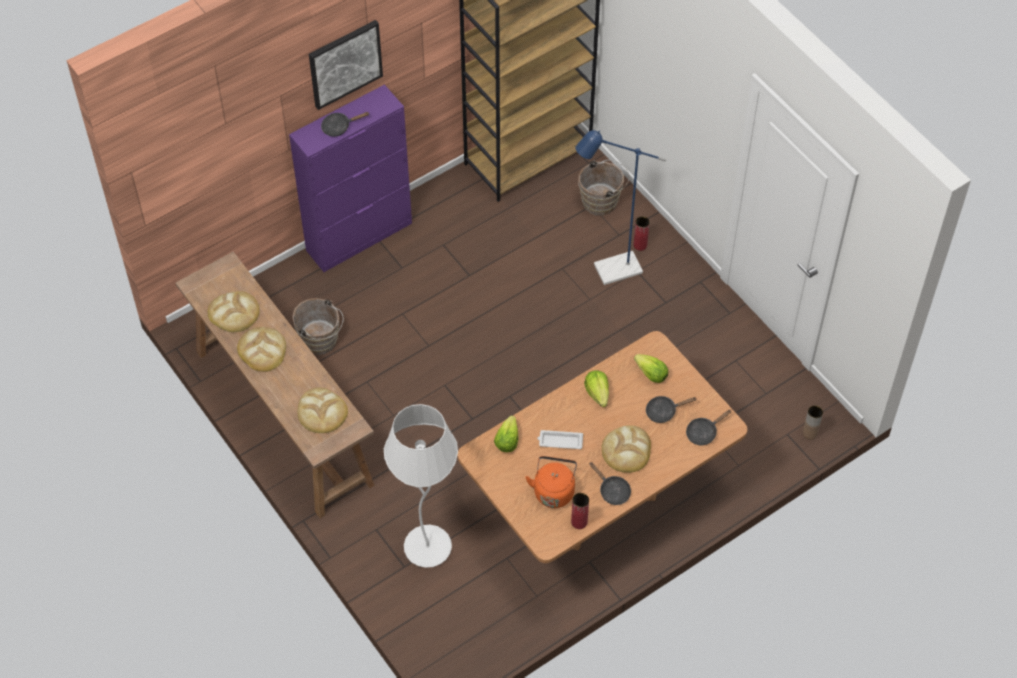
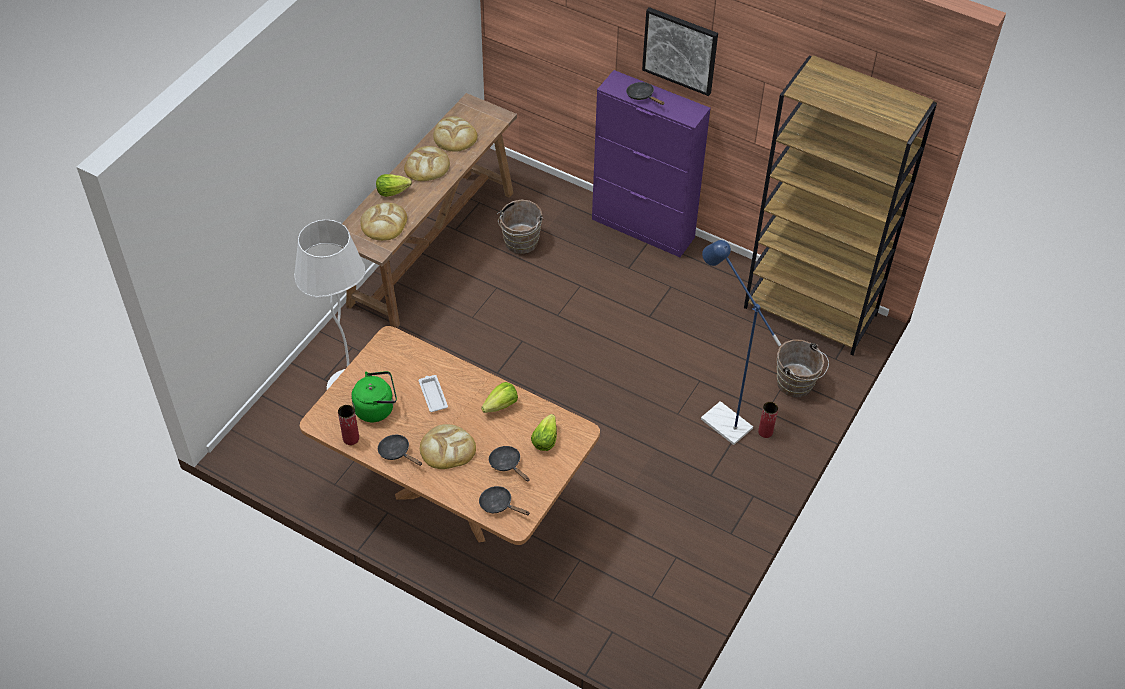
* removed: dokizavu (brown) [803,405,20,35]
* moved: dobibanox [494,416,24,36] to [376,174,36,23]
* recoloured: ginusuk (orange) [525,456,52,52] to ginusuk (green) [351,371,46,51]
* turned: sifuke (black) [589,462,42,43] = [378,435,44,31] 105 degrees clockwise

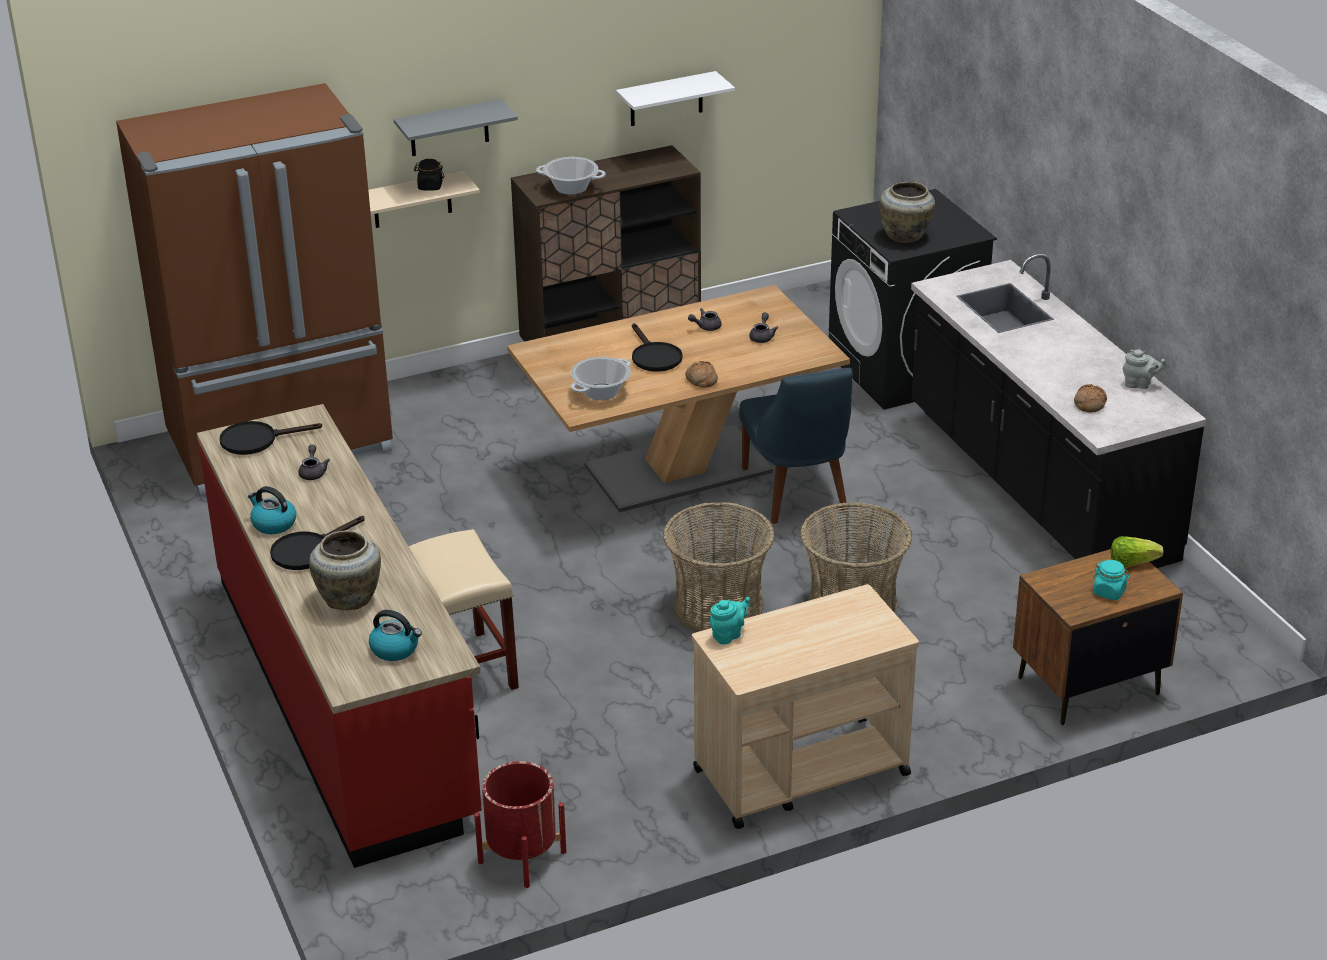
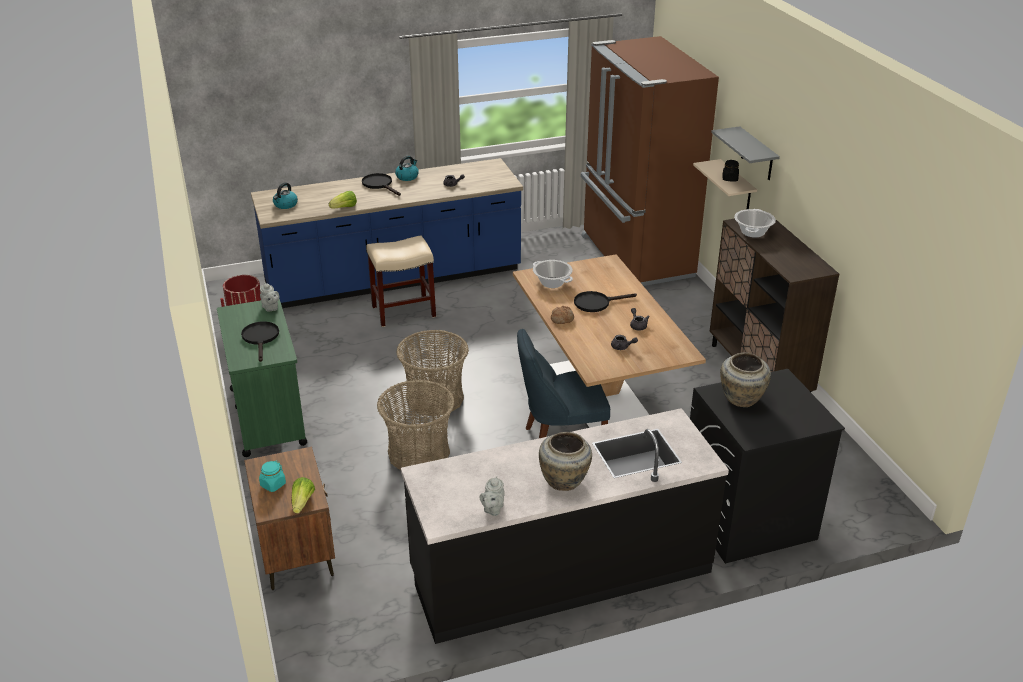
* removed: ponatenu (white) [616,71,119,55]
* removed: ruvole [1074,384,33,29]
* recoloured: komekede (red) [197,404,285,464] to komekede (blue) [251,158,272,150]
* moved: sifuke (black) [220,421,102,34] to [241,321,38,41]
* moved: dokizavu (beige) [309,531,72,79] to [539,432,53,59]
* recoloured: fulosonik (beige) [692,584,227,245] to fulosonik (green) [217,299,91,158]
* recoloured: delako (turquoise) [710,597,40,48] to delako (grey) [260,283,19,29]
* added: dobibanox [329,191,28,17]

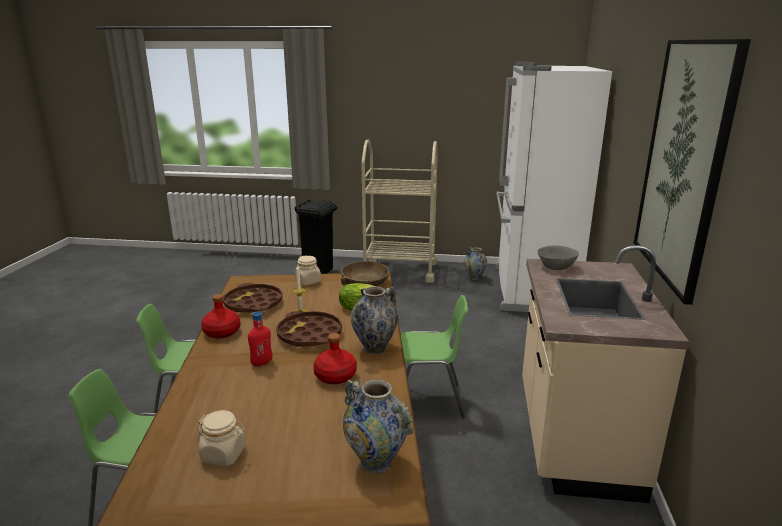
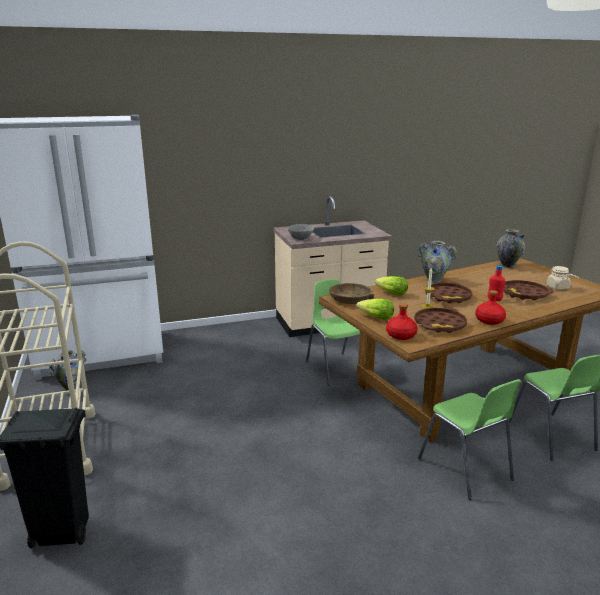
* removed: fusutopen [634,39,117,266]
* replaced: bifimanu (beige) [295,256,26,29] to dobibanox [357,298,37,22]
* moved: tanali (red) [313,333,44,51] to [386,303,32,37]
* added: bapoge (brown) [503,280,51,20]

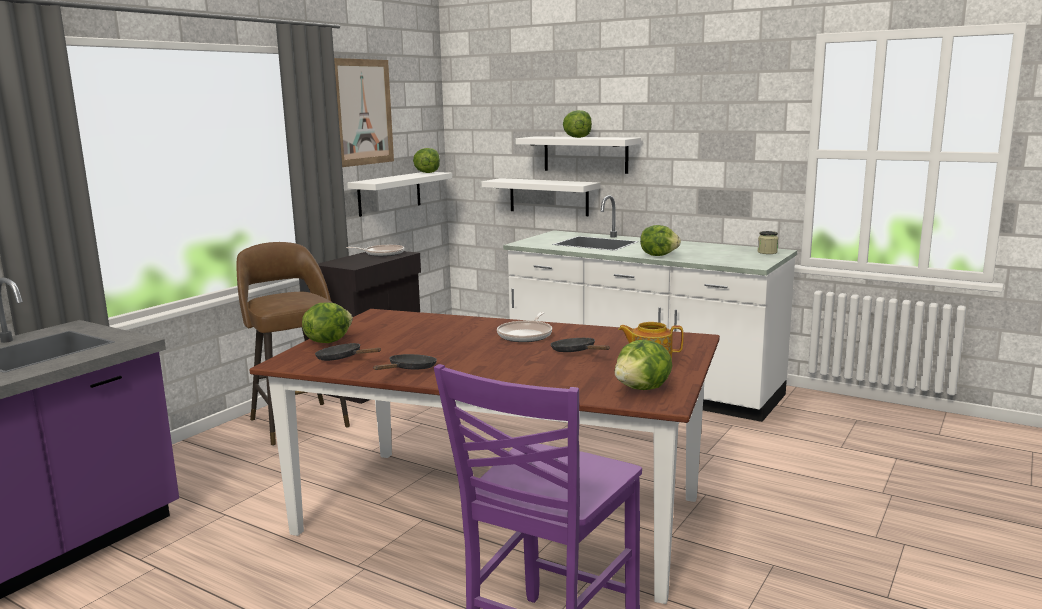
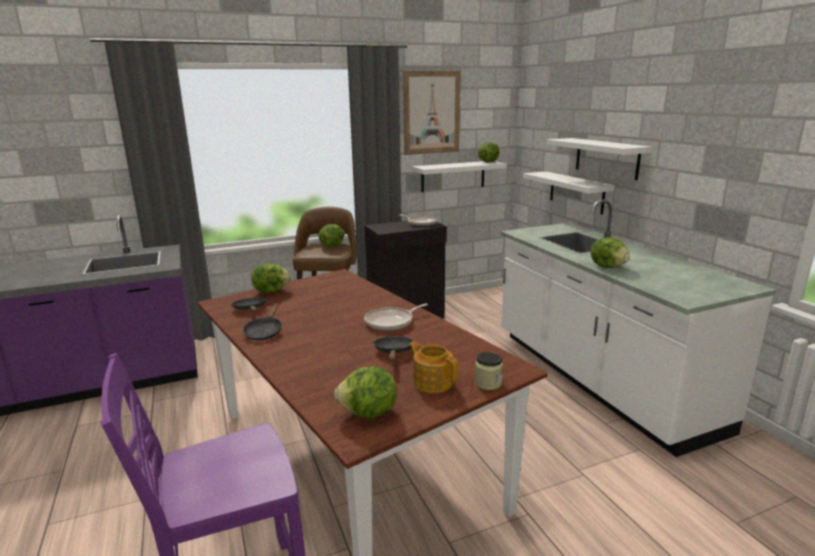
* moved: dobibanox [563,110,29,28] to [318,224,27,23]
* moved: bifimanu [758,231,20,23] to [475,352,28,38]
* turned: sifuke (black) [373,354,64,16] = [243,303,39,38] 120 degrees clockwise

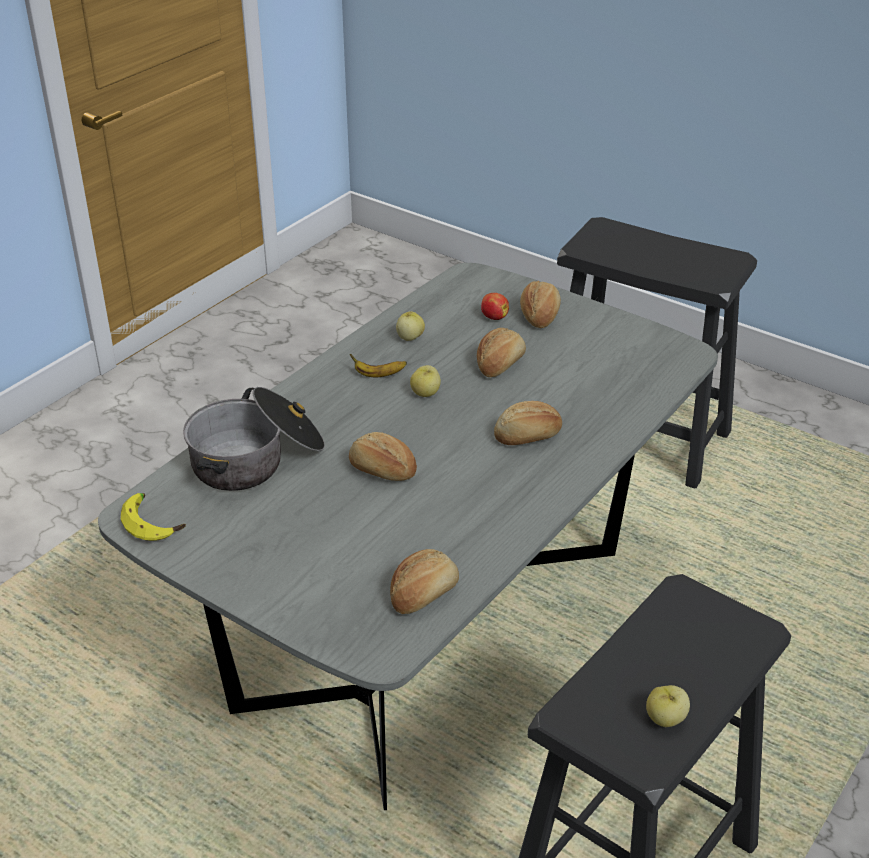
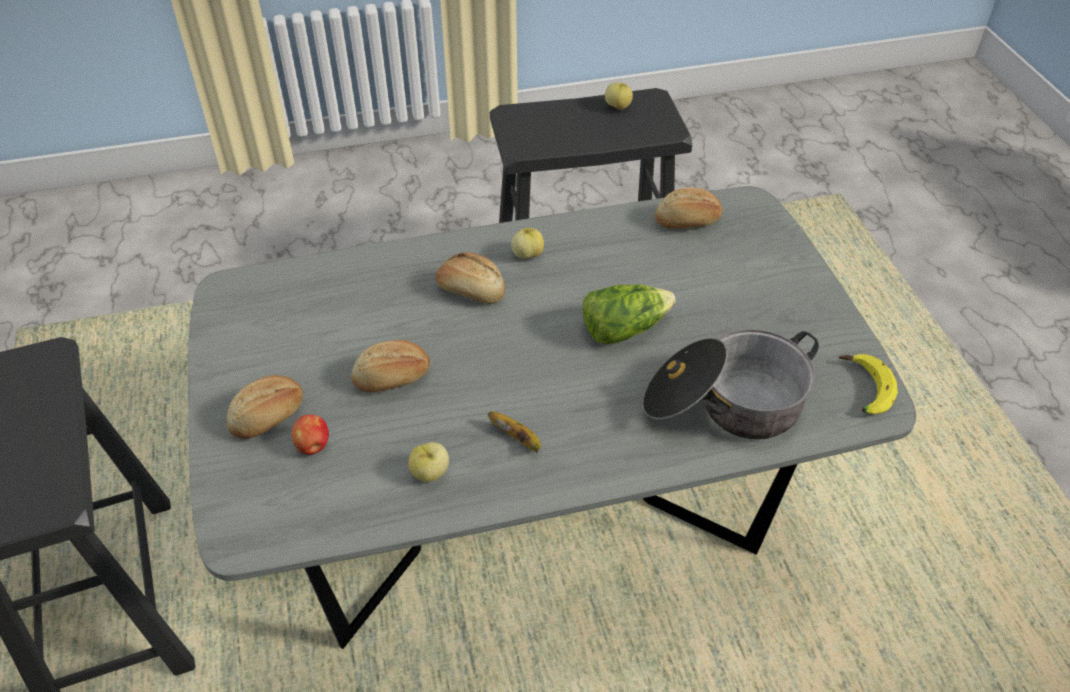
* moved: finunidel [410,365,31,32] to [511,228,33,31]
* replaced: ruvole [349,432,68,49] to dobibanox [583,284,93,60]

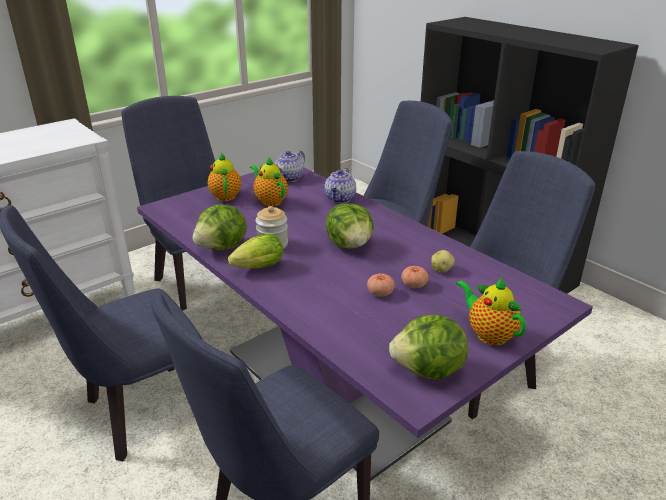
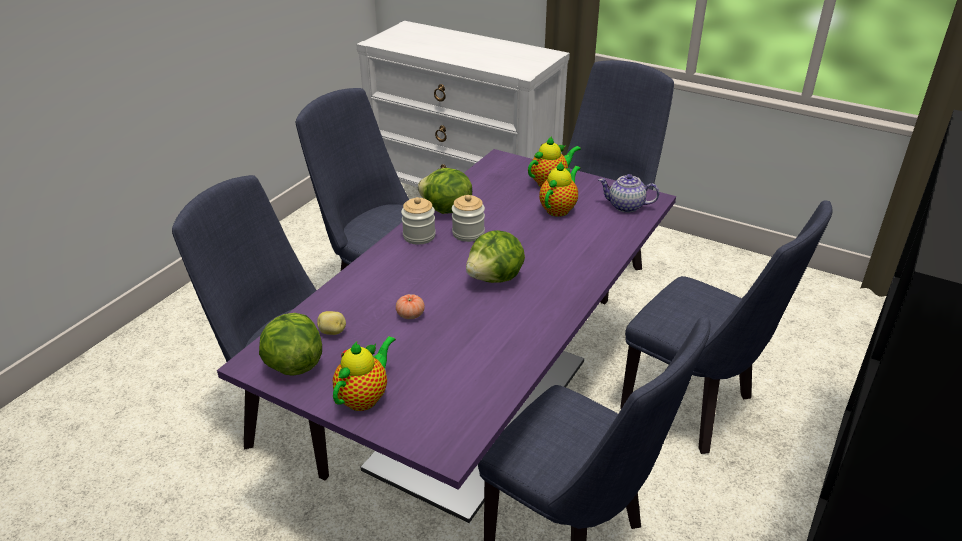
* removed: delako [324,168,32,35]
* replaced: dobibanox [228,234,55,34] to bifimanu [401,197,35,48]
* moved: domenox [431,250,24,23] to [317,311,29,24]
* removed: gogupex [401,266,27,22]

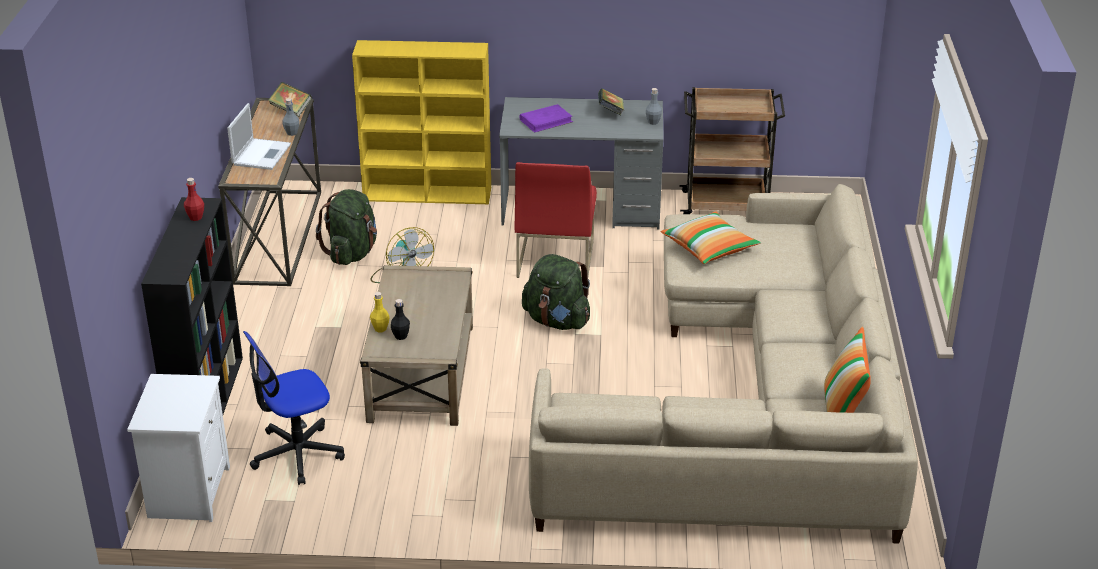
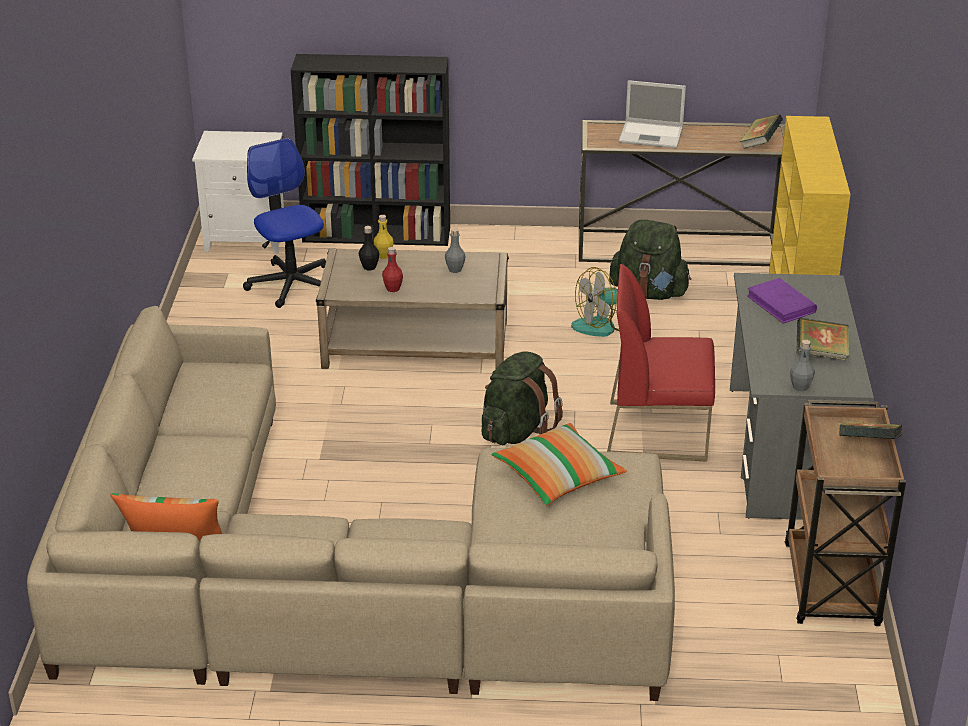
* moved: tanali (grey) [282,98,17,38] to [445,228,21,45]
* moved: tanali (red) [184,178,20,43] to [382,247,21,45]
* added: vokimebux [839,421,63,18]

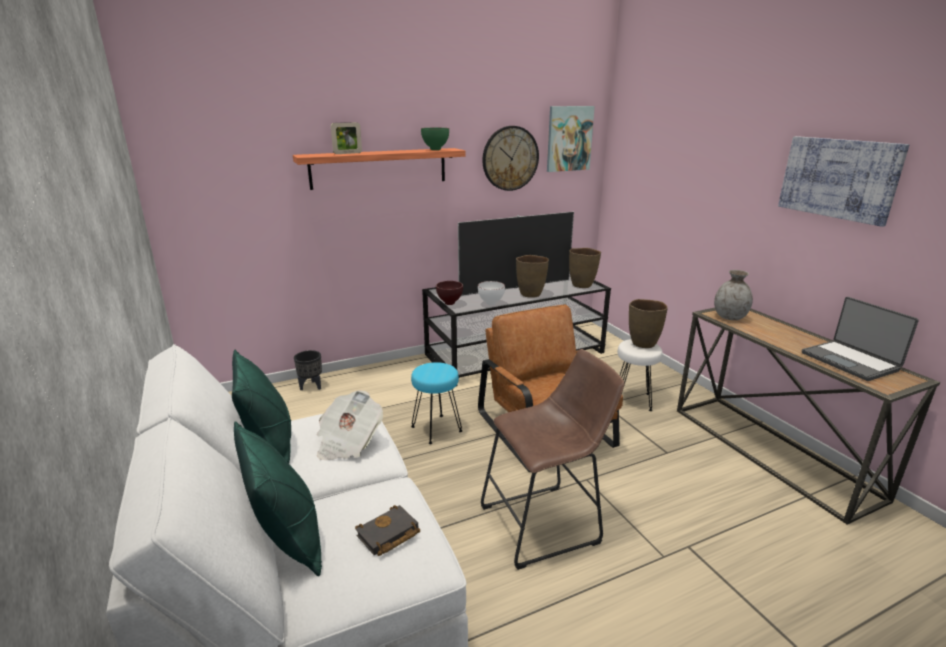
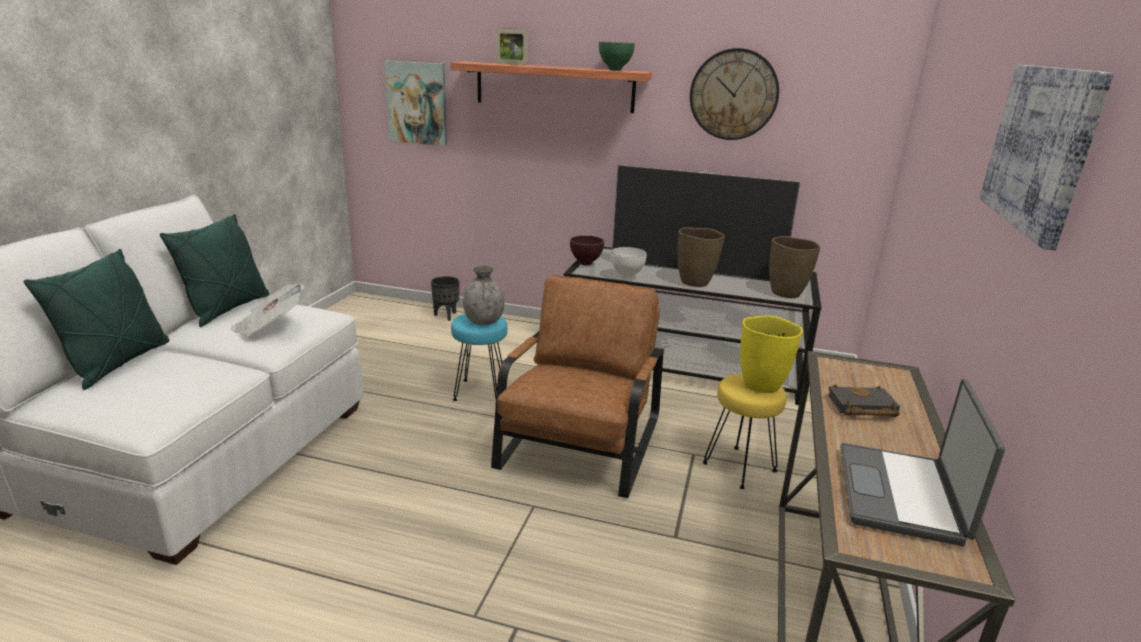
* moved: fusutopen [547,106,48,66] to [384,61,63,85]
* moved: dokizavu (grey) [714,270,39,50] to [463,265,41,60]
* recoloured: dokizavu (brown) [629,299,39,49] to dokizavu (yellow) [740,316,63,77]
* recoloured: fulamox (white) [618,339,44,72] to fulamox (yellow) [703,374,83,115]
* removed: fulamox (brown) [481,349,143,221]
* moved: vokimebux (black) [355,505,65,51] to [827,384,73,33]

